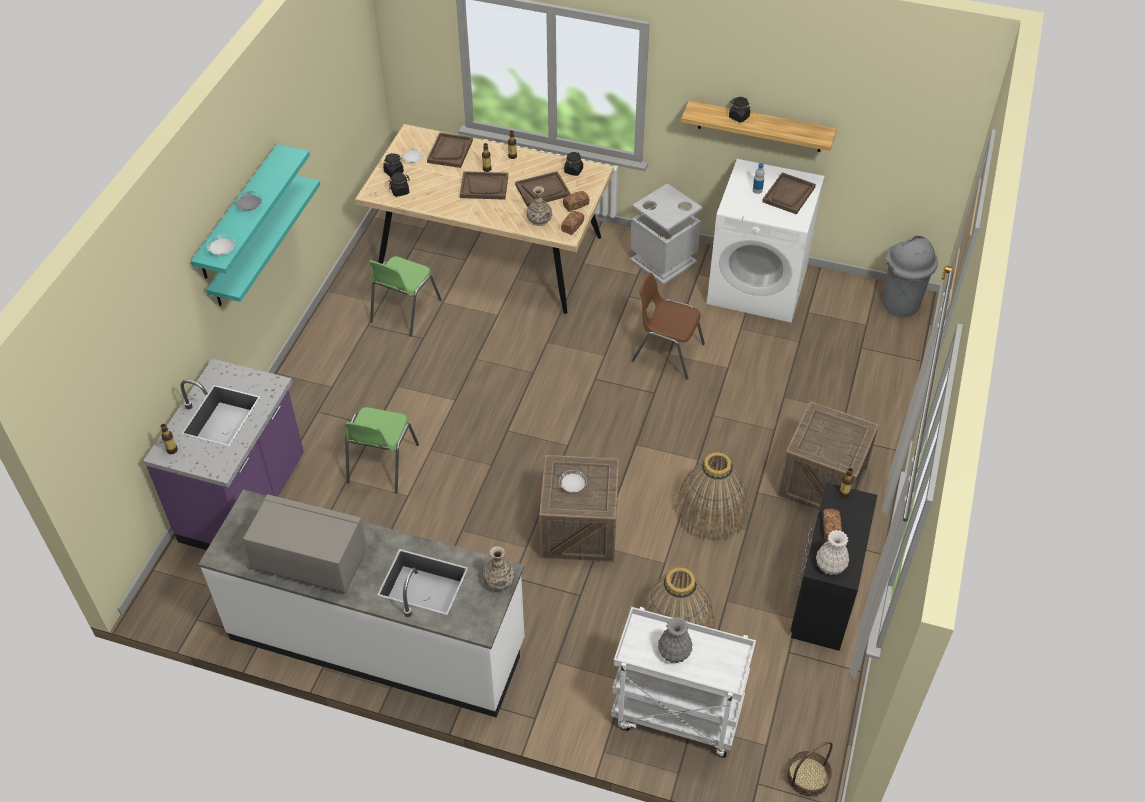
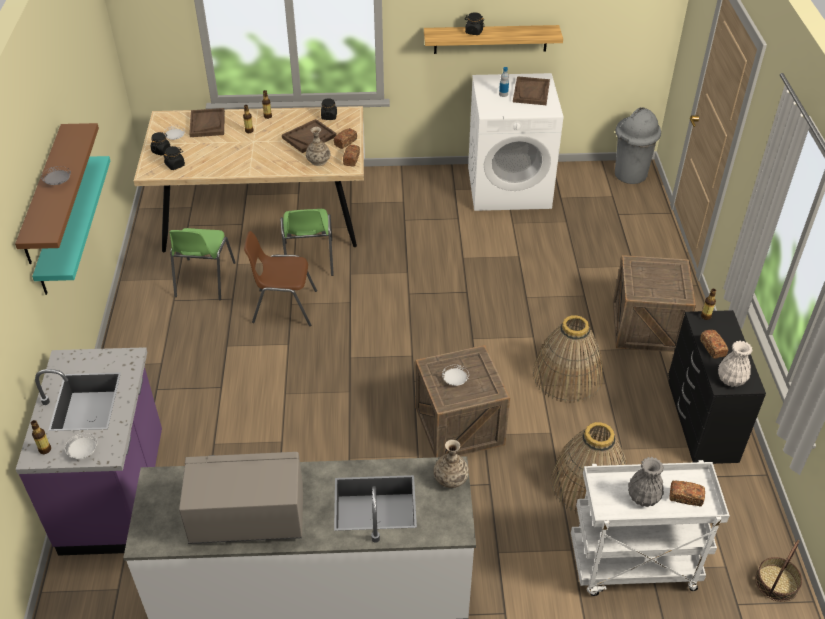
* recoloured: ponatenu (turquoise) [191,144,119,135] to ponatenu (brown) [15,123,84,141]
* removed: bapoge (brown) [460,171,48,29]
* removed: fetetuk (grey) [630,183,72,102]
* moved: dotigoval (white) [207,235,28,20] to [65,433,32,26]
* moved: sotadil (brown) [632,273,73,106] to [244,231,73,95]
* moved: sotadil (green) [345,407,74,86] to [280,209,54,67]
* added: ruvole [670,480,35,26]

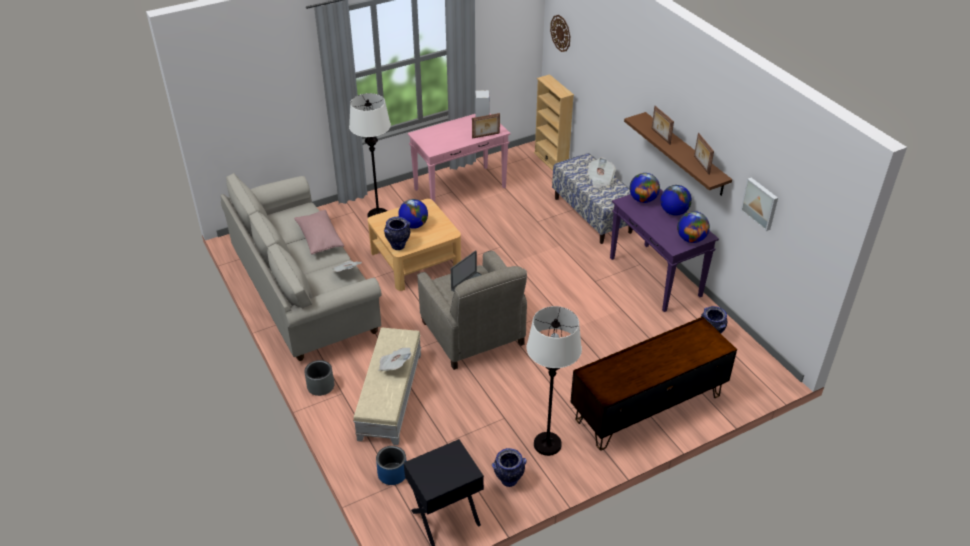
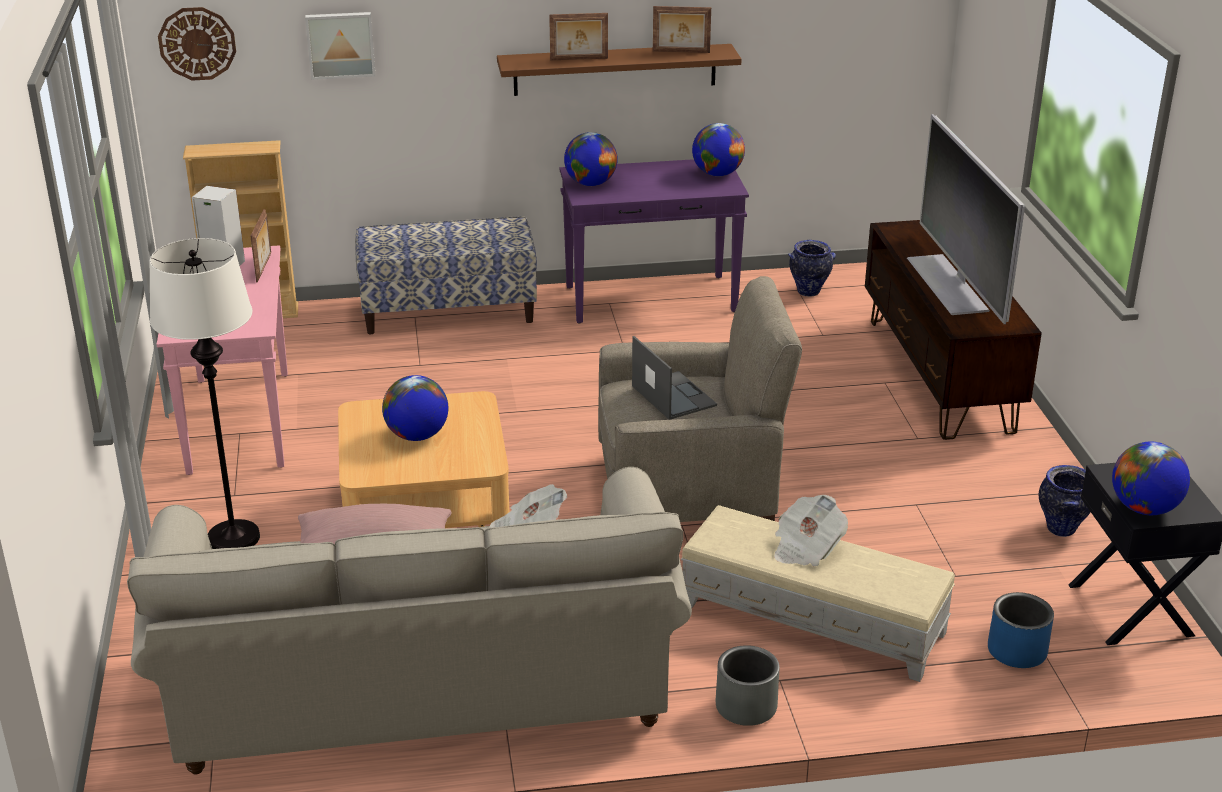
* removed: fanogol [587,158,29,30]
* moved: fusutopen [741,178,37,53] to [305,12,71,68]
* moved: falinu [660,185,32,31] to [1112,442,78,73]
* removed: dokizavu [384,217,26,33]
* removed: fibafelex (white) [526,306,56,150]
* added: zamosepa [907,114,118,210]

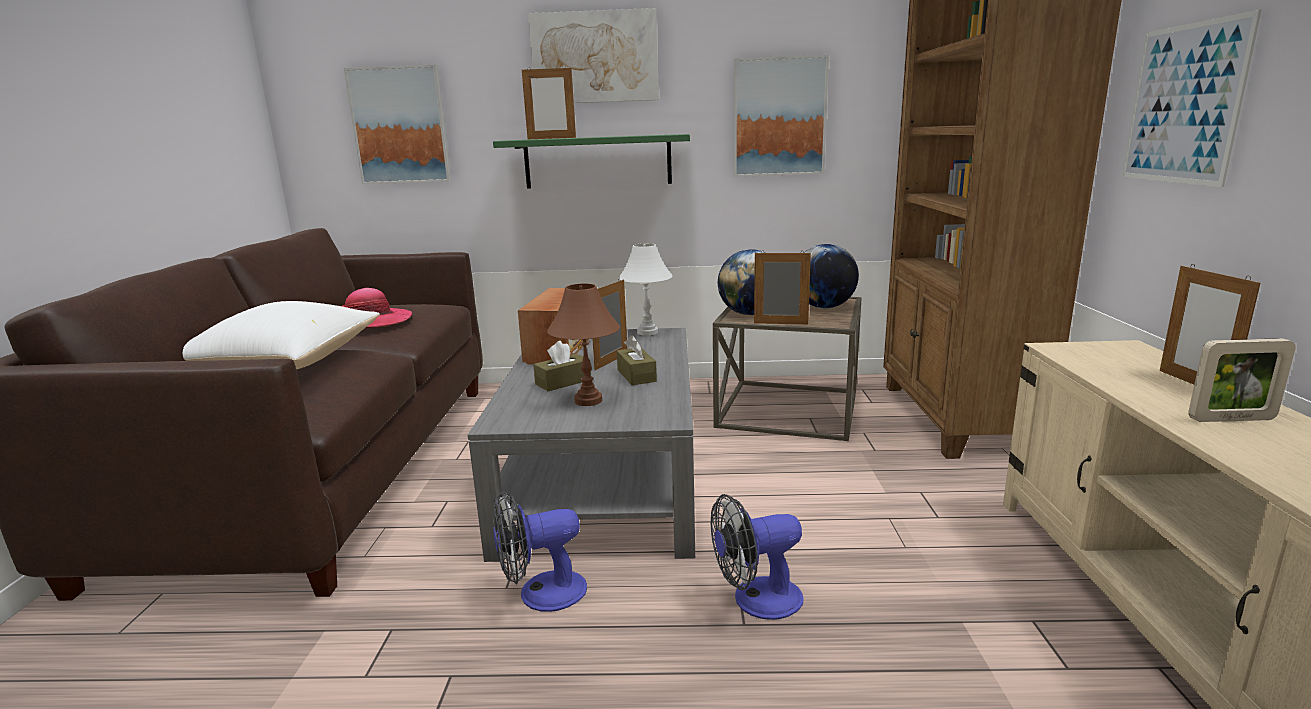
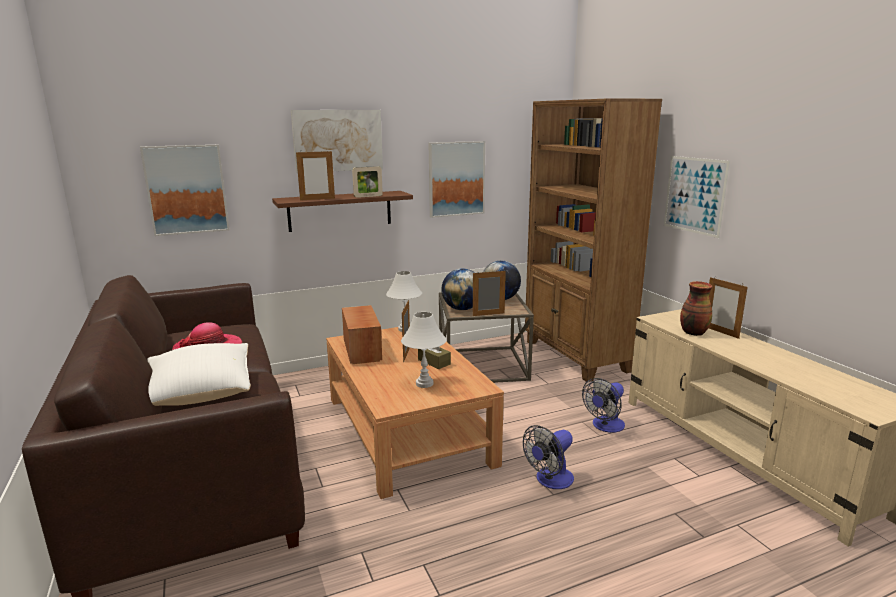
* recoloured: ponatenu (green) [493,134,197,55] to ponatenu (brown) [272,191,141,41]
* recoloured: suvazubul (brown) [547,284,73,122] to suvazubul (white) [401,312,45,76]
* recoloured: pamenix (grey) [468,328,227,234] to pamenix (brown) [326,327,178,172]
* moved: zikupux [1188,338,108,84] to [352,166,31,32]
* removed: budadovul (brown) [533,341,58,50]
* moved: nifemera [493,492,94,120] to [582,378,43,55]
* added: dokizavu [680,281,32,55]

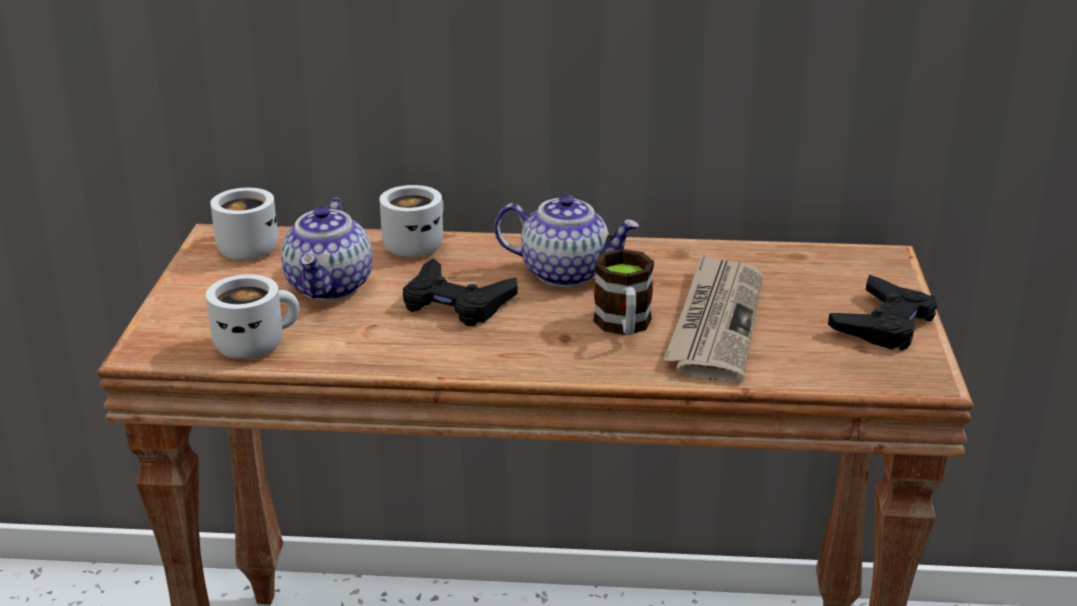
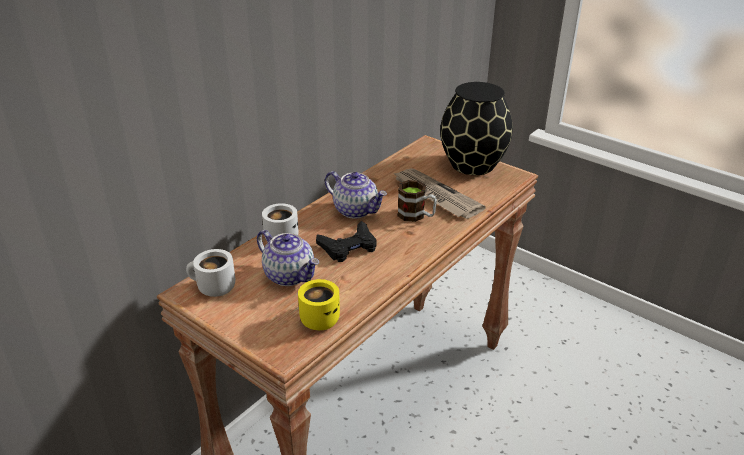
* turned: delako [494,194,145,93] = [325,171,62,48] 75 degrees clockwise
* recoloured: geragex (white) [206,274,94,85] to geragex (yellow) [298,279,42,51]
* replaced: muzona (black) [828,275,109,76] to dokizavu (black) [440,82,73,93]

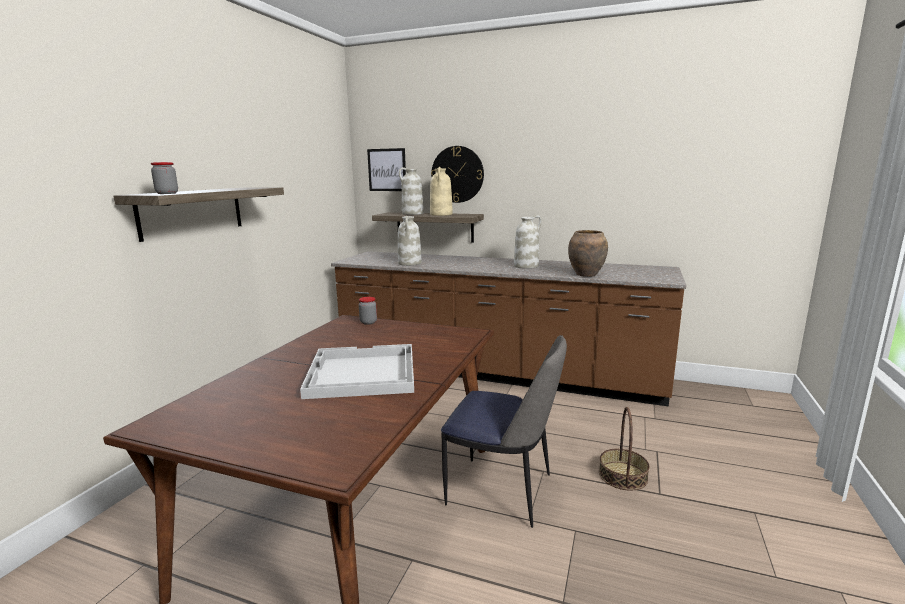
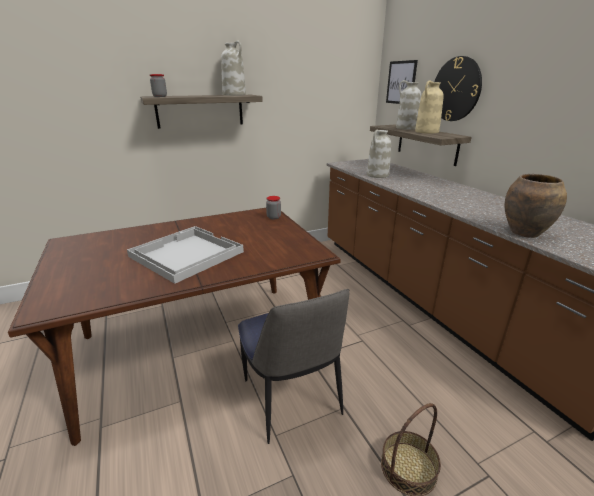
* moved: dokizavu (white) [514,215,28,54] to [221,41,25,55]

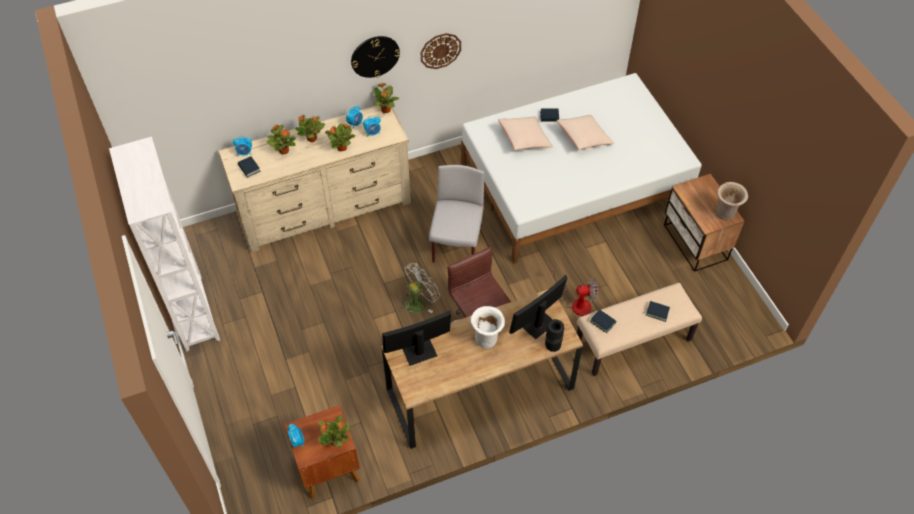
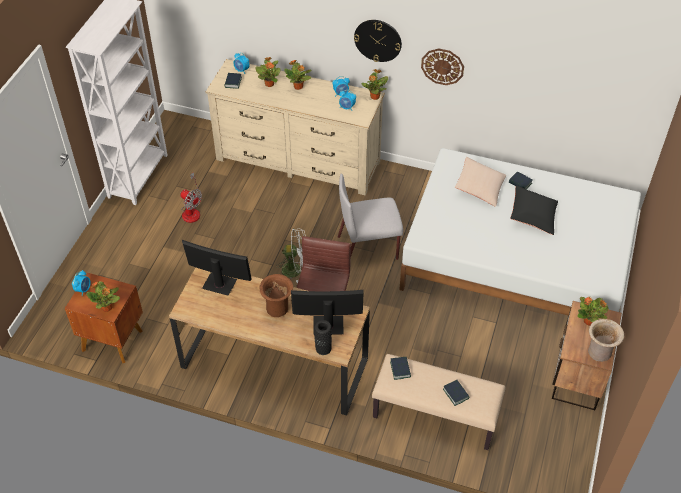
* recoloured: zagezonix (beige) [557,115,57,35] to zagezonix (black) [510,185,48,50]
* moved: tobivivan [325,123,30,28] to [577,297,31,29]
* turned: sotadil (grey) [429,165,55,98] = [338,174,65,86] 150 degrees counterclockwise
* moved: nifemera [550,270,48,46] to [180,172,22,51]
* recoloured: dokizavu (white) [471,306,34,42] to dokizavu (brown) [260,274,33,43]

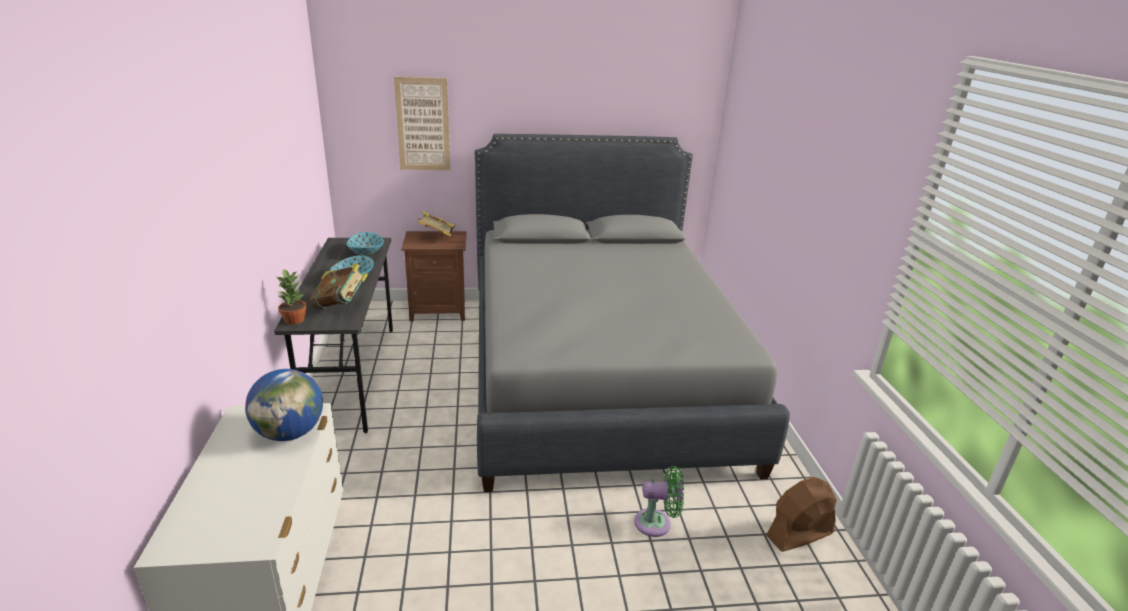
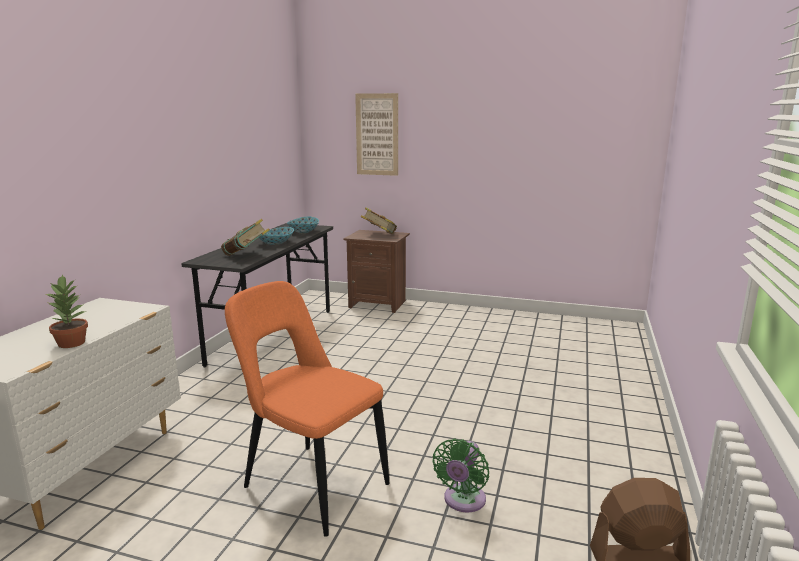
* removed: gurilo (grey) [475,134,315,358]
* moved: tobivivan [277,268,30,57] to [45,274,43,74]
* removed: falinu [245,369,78,72]
* turned: nifemera (green) [634,466,50,71] = [432,438,57,74] 90 degrees clockwise
* added: sotadil (orange) [225,281,165,256]

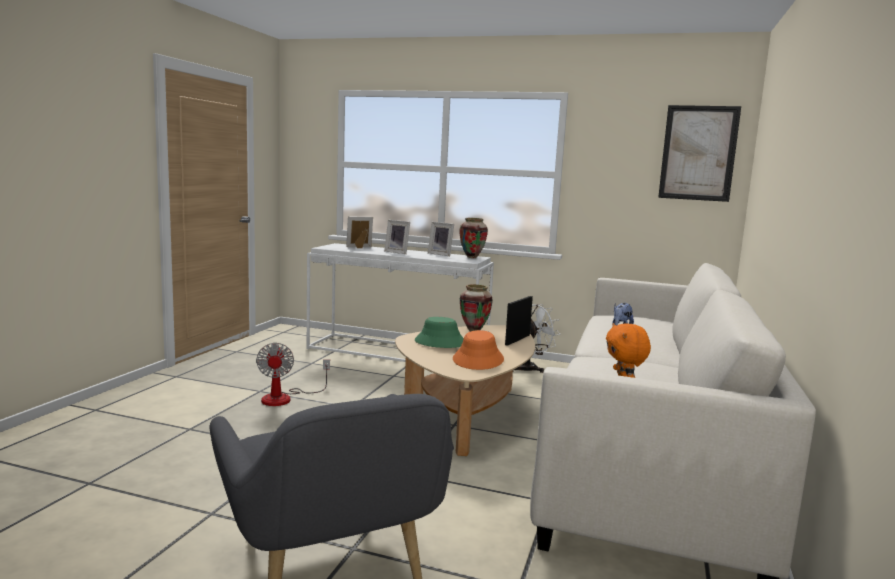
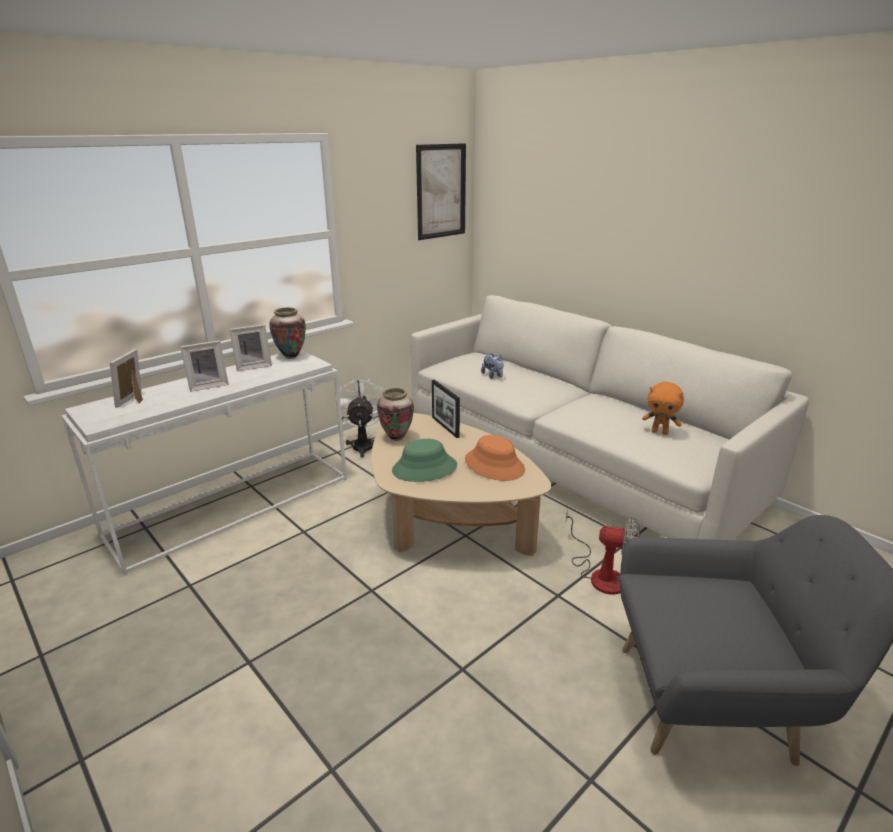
* moved: nifemera [256,343,74,63] to [566,509,74,86]

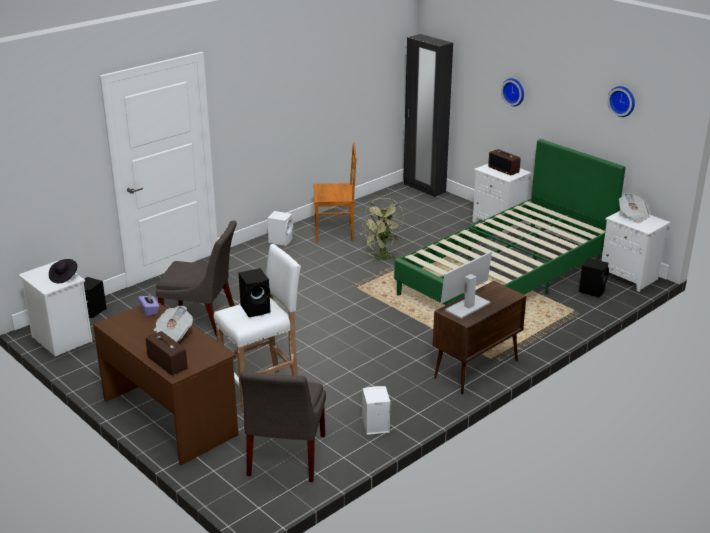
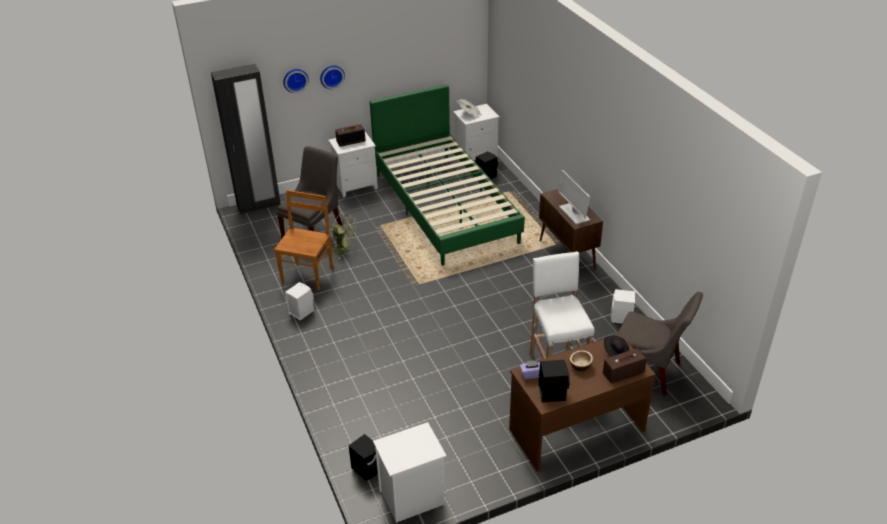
* moved: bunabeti [607,86,28,31] to [283,69,26,24]
* removed: nifemera (green) [360,213,37,49]
* moved: sotadil (grey) [156,220,81,116] to [276,146,67,92]
* moved: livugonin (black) [49,259,28,24] to [604,336,25,21]
* moved: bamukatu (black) [239,268,31,49] to [538,360,32,42]
* replaced: fanogol [154,306,39,36] to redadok [570,350,23,21]

